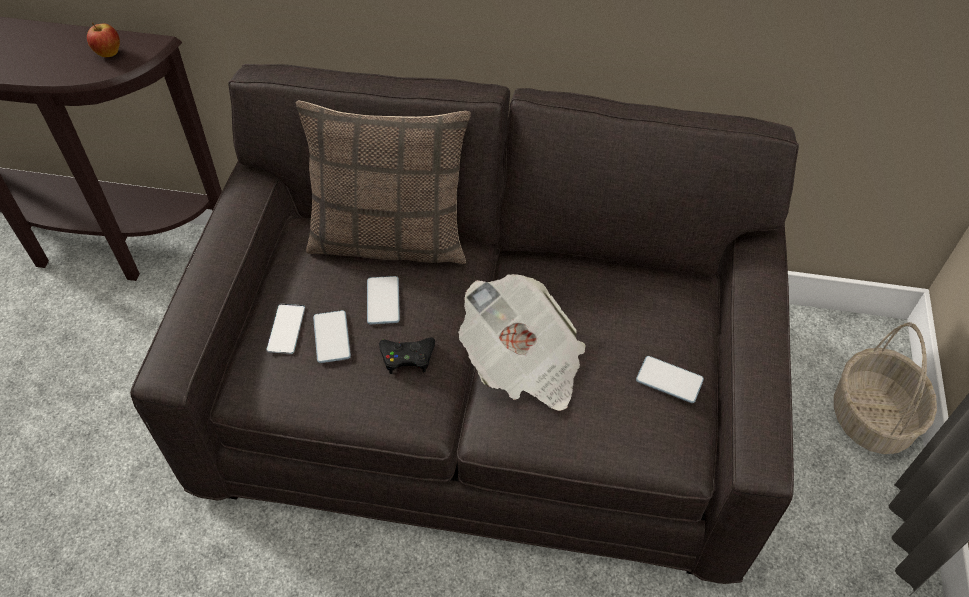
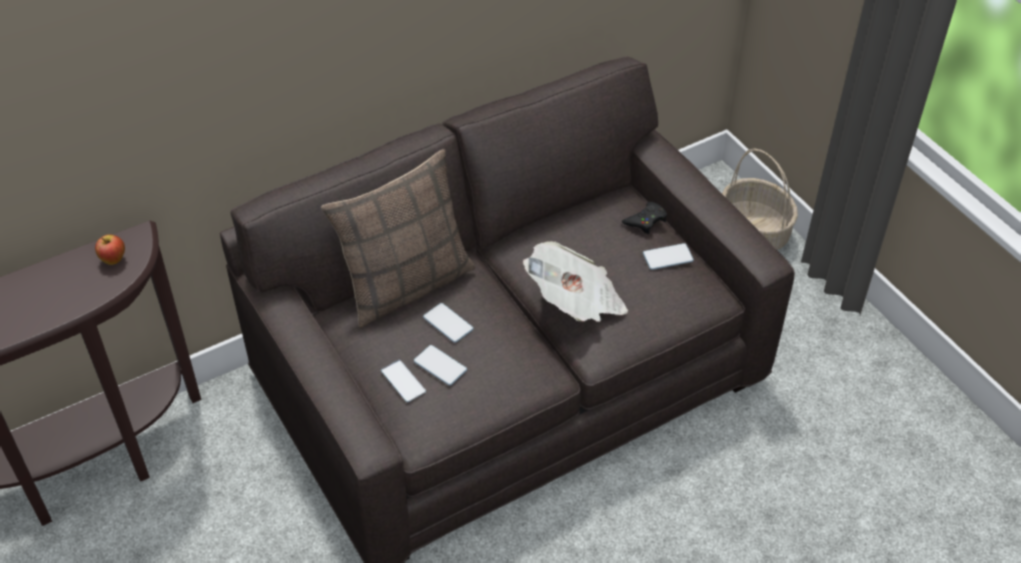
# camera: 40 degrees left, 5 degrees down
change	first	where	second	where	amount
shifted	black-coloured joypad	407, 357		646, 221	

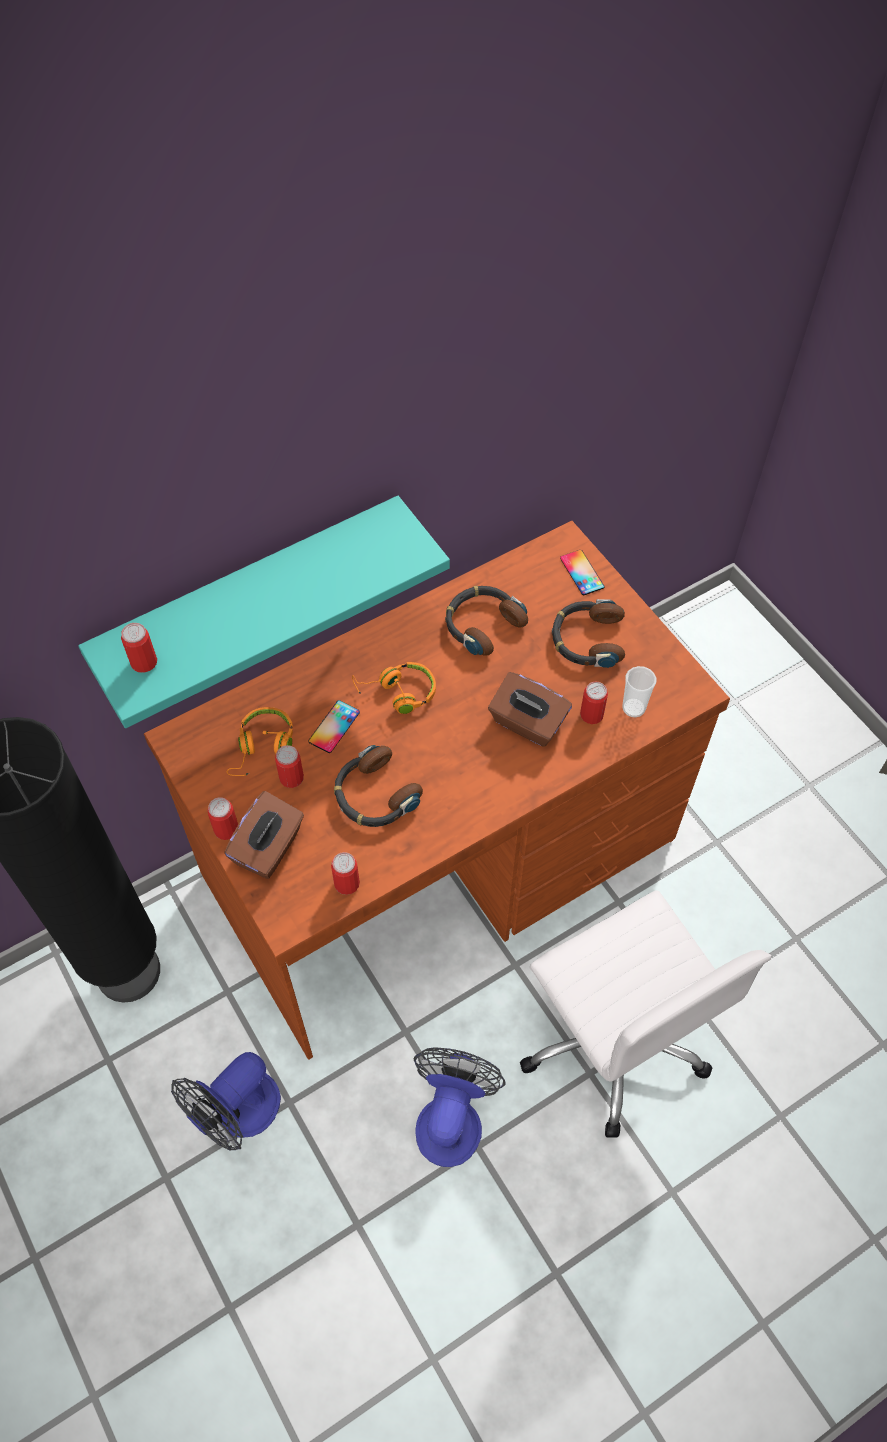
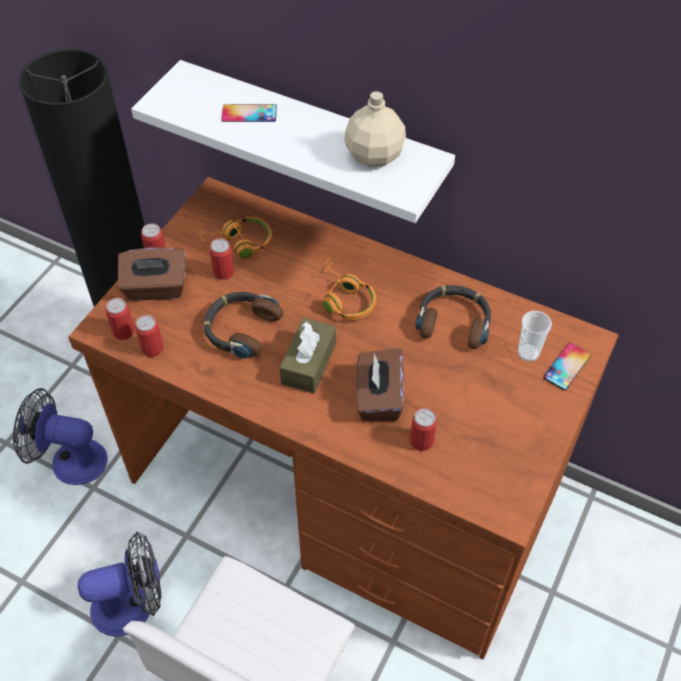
# camera: 60 degrees right, 5 degrees down
change	first	where	second	where	amount
repainted	turquoise-coloured shelf	250, 596	white shelf	312, 137	
shifted	metal can	144, 662		123, 331	
shifted	handset	334, 727		249, 113	
gone	headset	587, 639			
shifted	drinking cup	633, 708		528, 353	
new			brown-coloured tissue holder	308, 363	
new			beige beverage bottle	373, 155	

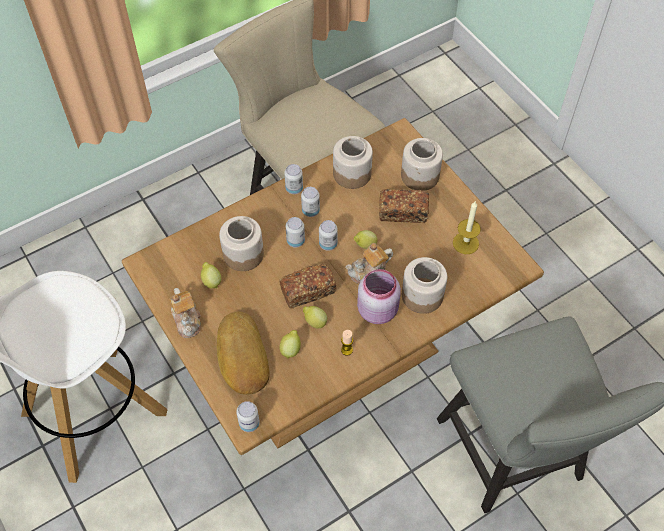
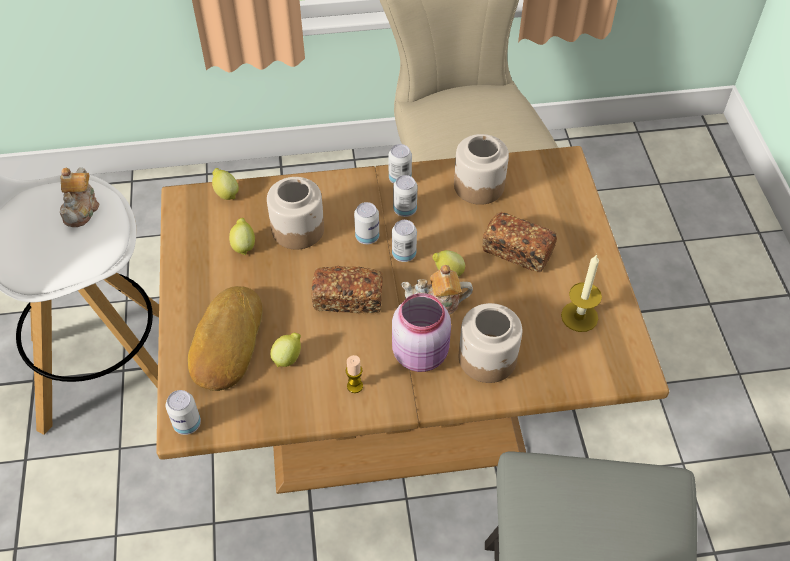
# camera: 25 degrees right, 5 degrees down
change	first	where	second	where	amount
shifted	pot for tea	187, 320		81, 209	
shifted	citrus fruit	314, 322		226, 193	
gone	storage jar	420, 175			

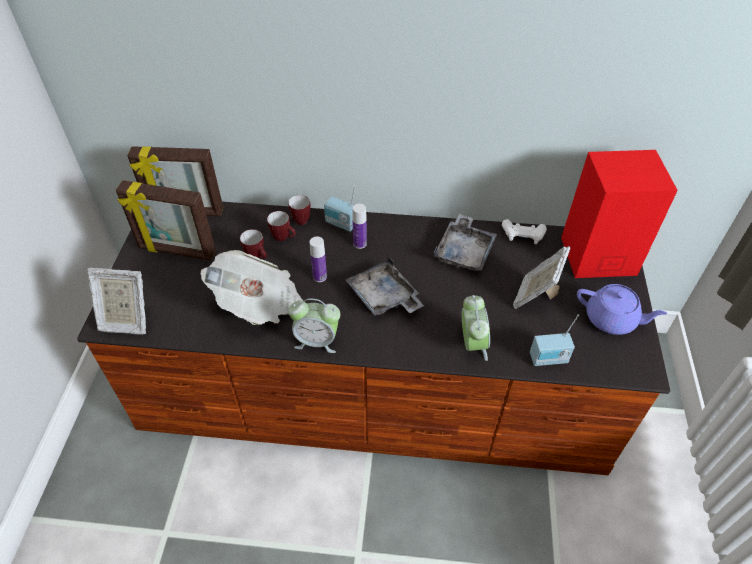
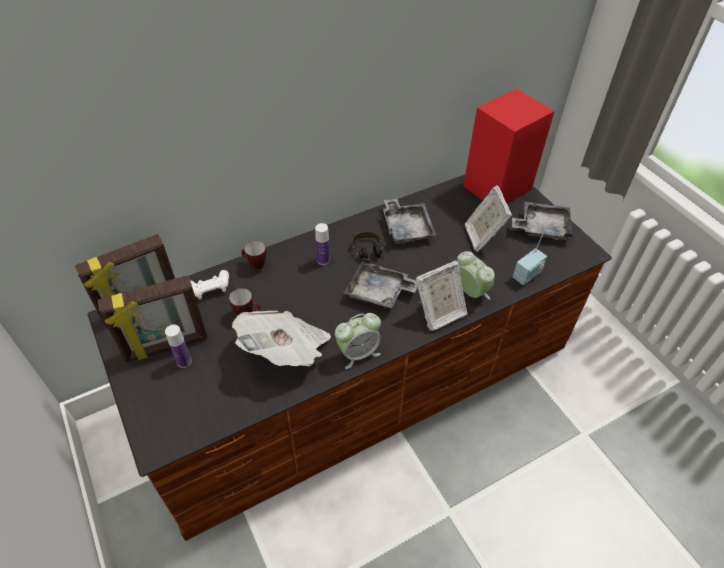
# camera: 35 degrees left, 0 degrees up
change	first	where	second	where	amount
shifted	standing frame	126, 320		439, 314	
gone	coffee mug	284, 238			
shifted	beverage bottle	319, 277		184, 361	
gone	radio receiver	340, 224			
shifted	white joypad	522, 235		210, 288	
swapped	purple pot for tea	612, 319	grey serving tray	542, 227	
new			headset	372, 255	

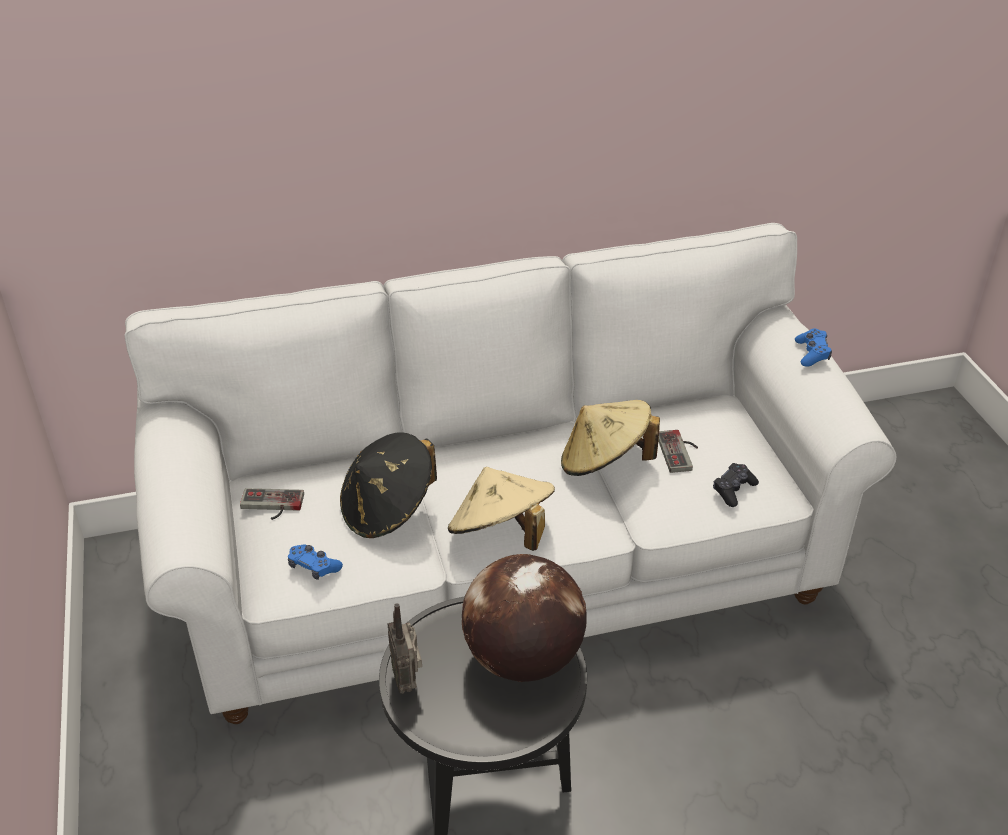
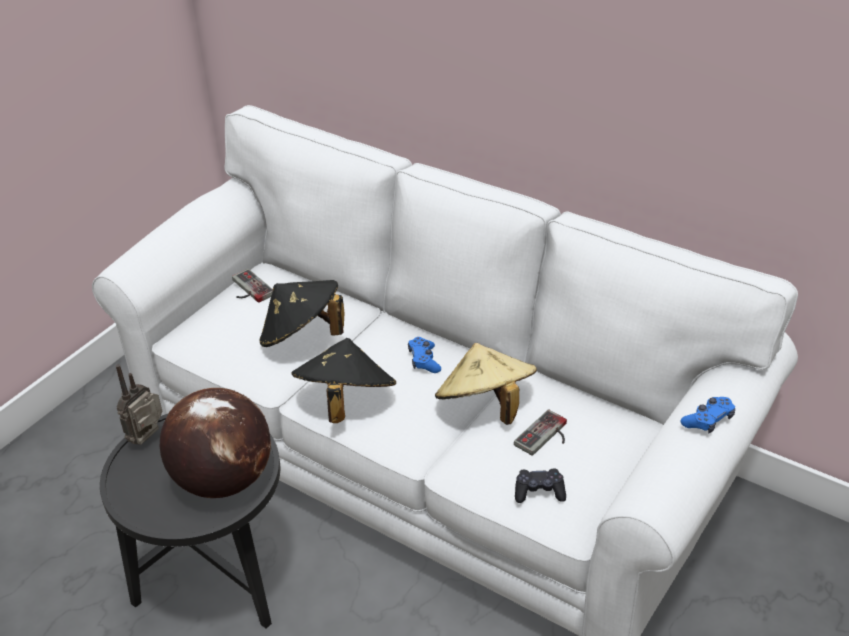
# camera: 50 degrees right, 0 degrees up
change	first	where	second	where	amount
shifted	blue-coloured joypad	313, 567		424, 360	
repainted	beige clothing hat	501, 534	black-coloured clothing hat	345, 402	

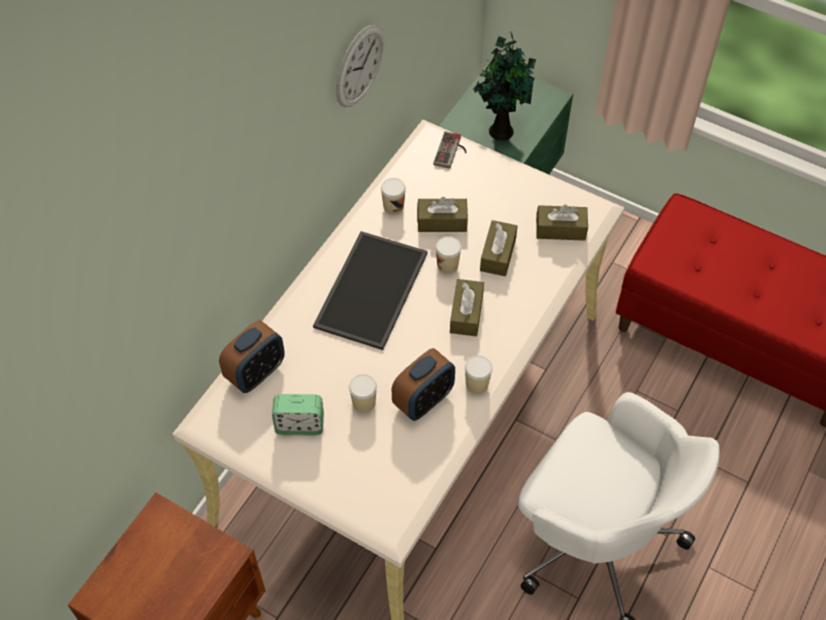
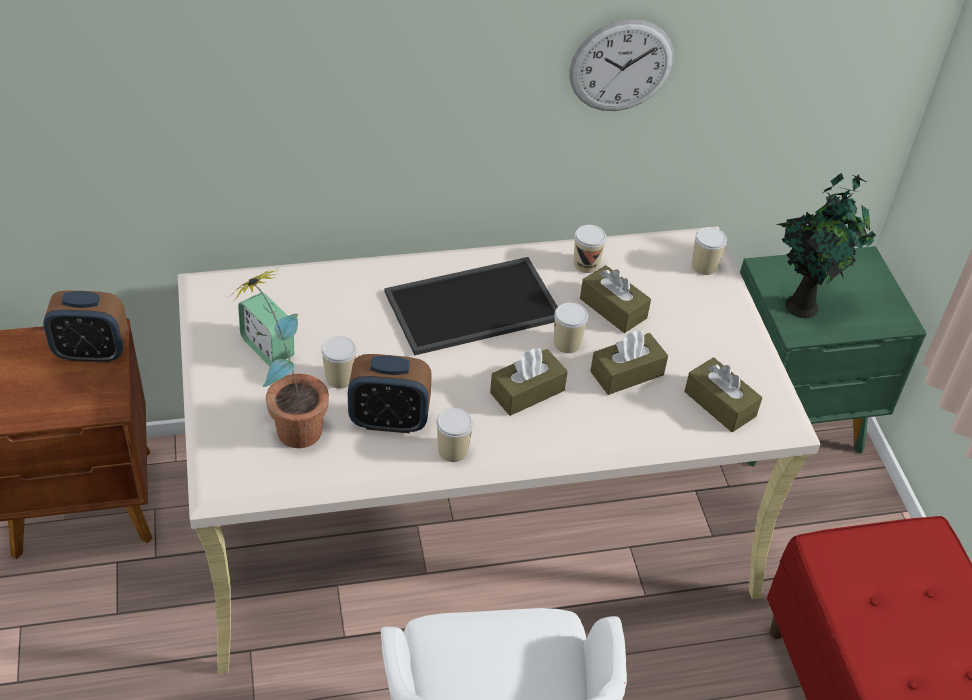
# camera: 45 degrees right, 10 degrees down
change	first	where	second	where	amount
shifted	table clock	256, 373		92, 352	
swapped	joypad	452, 152	drinking cup	704, 266	
new			plant in a pot	289, 423	

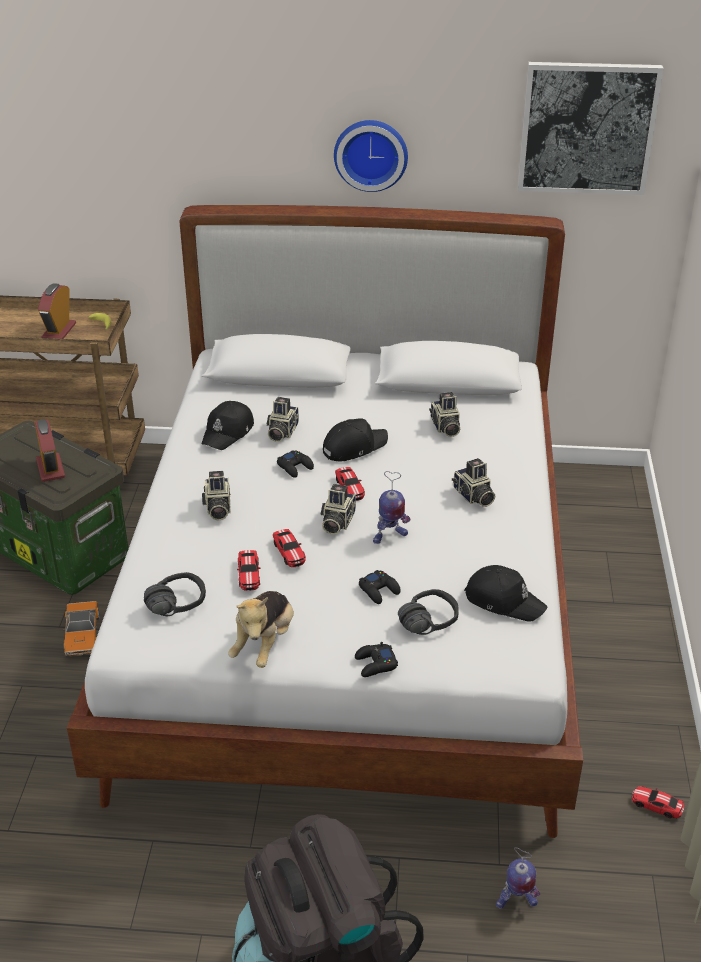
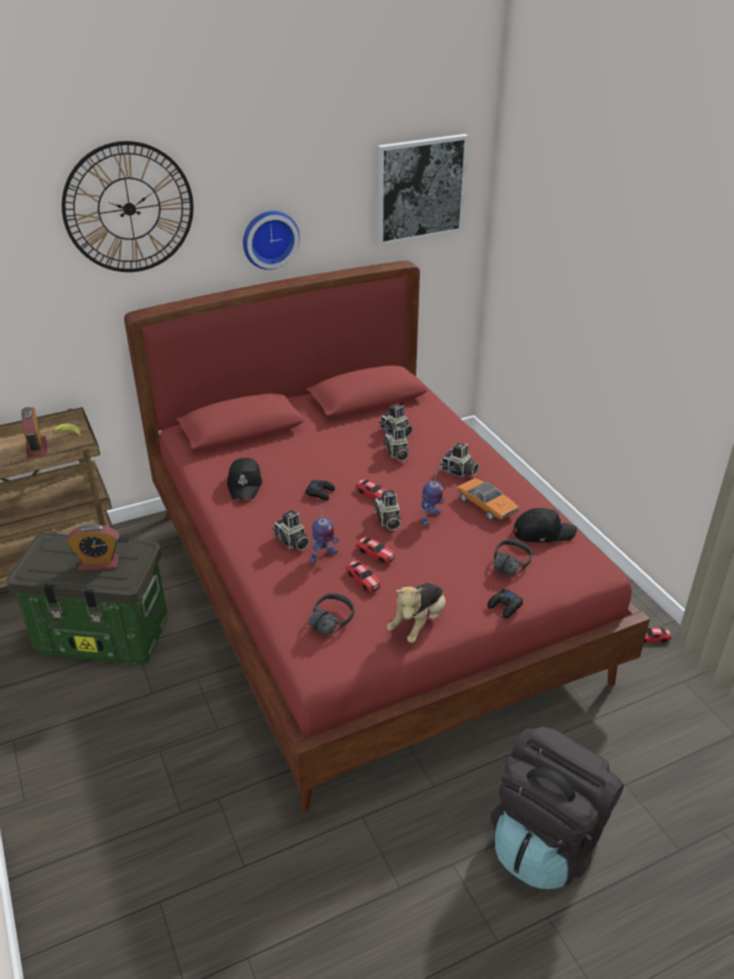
# camera: 30 degrees left, 0 degrees up
change	first	where	second	where	amount
rotated	table clock	50, 468		99, 563	135 degrees clockwise
shifted	miniature car	82, 635		487, 505	
repainted	white bed	352, 614	reddish bed	367, 594	
rotated	plush toy	264, 643		418, 623	45 degrees clockwise
shifted	photo camera	281, 432		396, 453	
gone	black-coloured cap	354, 447			
gone	black-coloured joypad	379, 590			
shifted	model robot	515, 902		322, 556	
new			wall clock	129, 208	

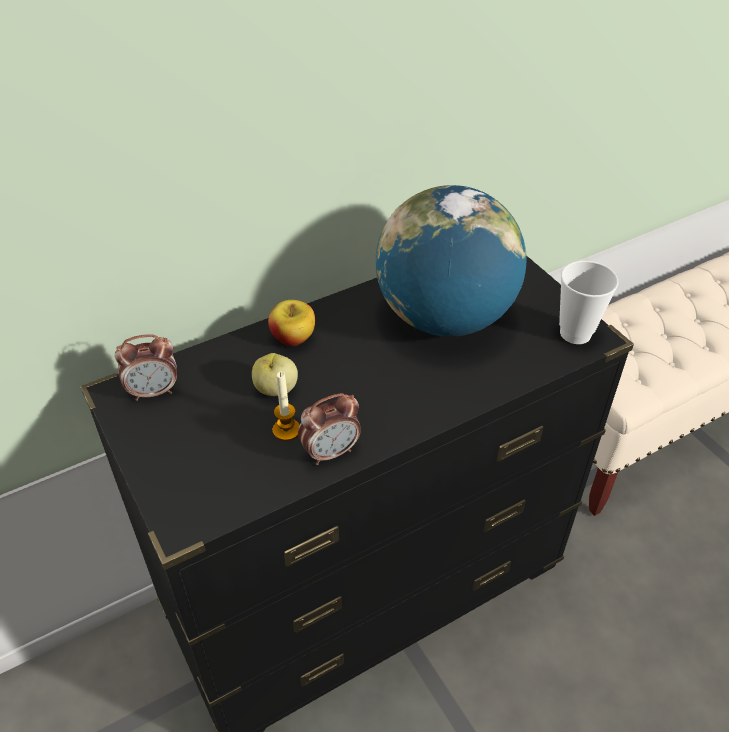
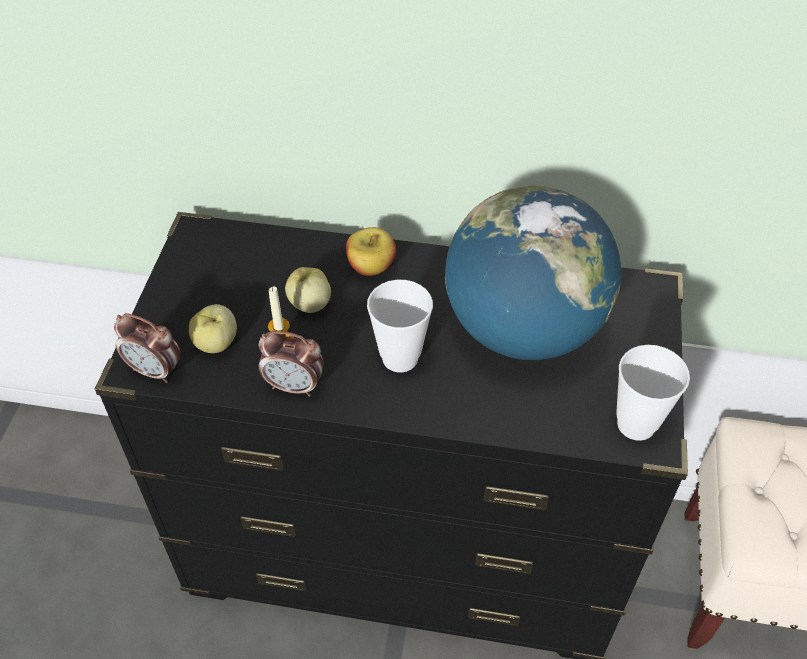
# camera: 40 degrees right, 5 degrees up
change	first	where	second	where	amount
shifted	table clock	154, 391		155, 371	
new			apple fruit	216, 343	
new			drinking cup	400, 358	

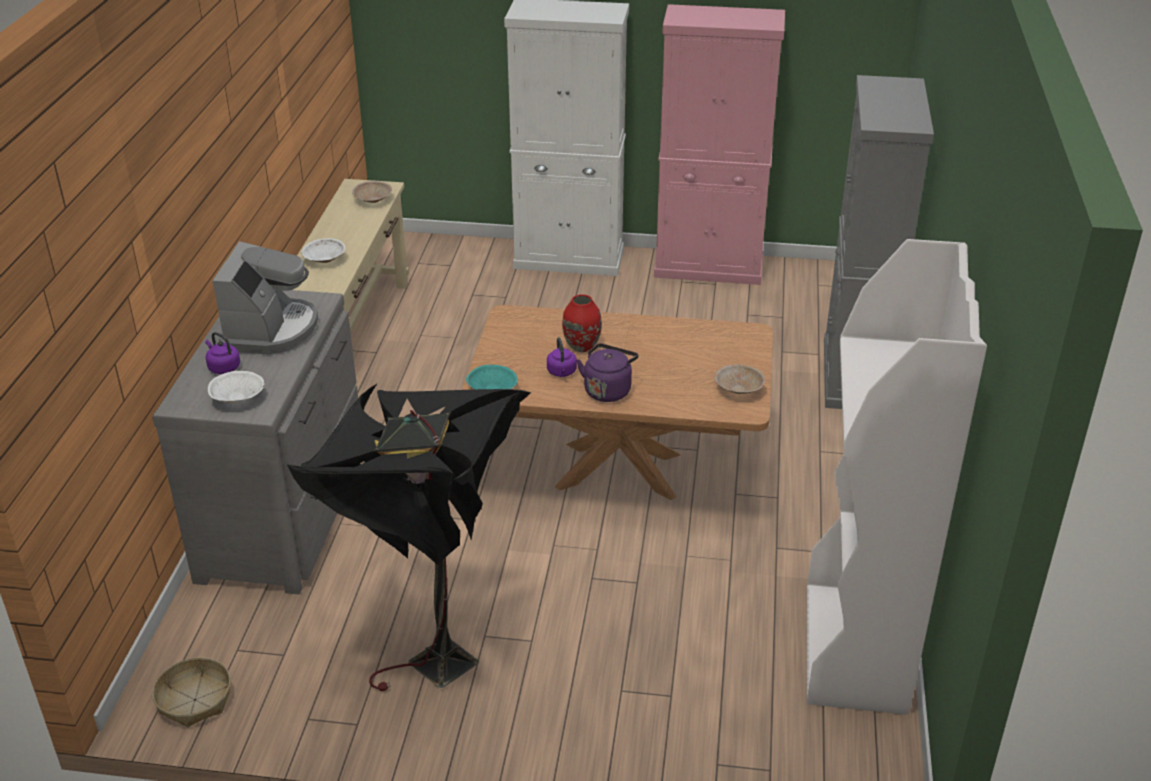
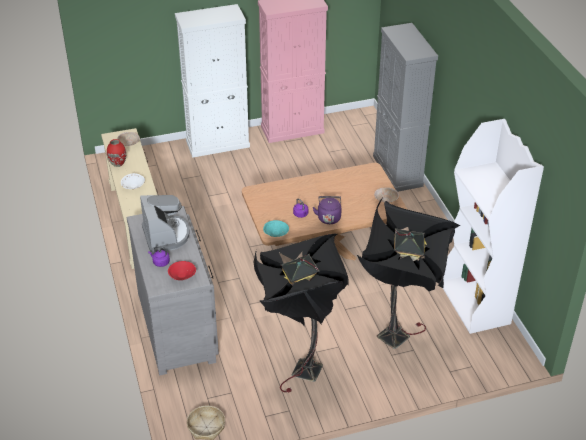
# camera: 25 degrees left, 5 degrees up
change	first	where	second	where	amount
repainted	white deep dish	238, 398	reddish deep dish	182, 275	
shifted	reddish flower vase	581, 346		117, 163	
new			black-coloured standard lamp	399, 341	

